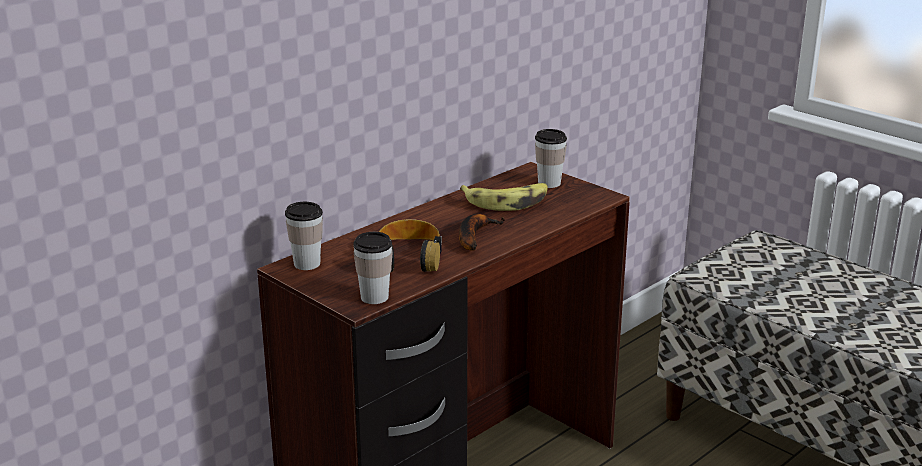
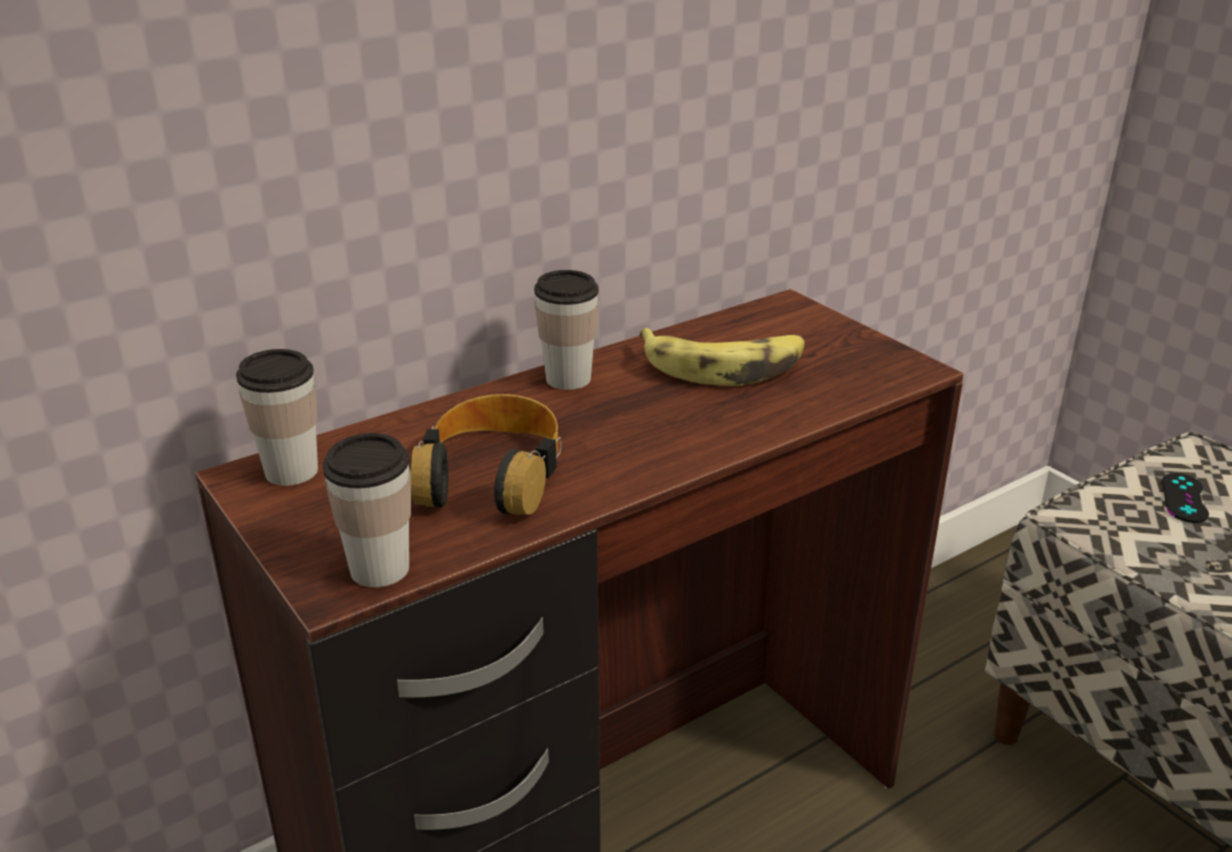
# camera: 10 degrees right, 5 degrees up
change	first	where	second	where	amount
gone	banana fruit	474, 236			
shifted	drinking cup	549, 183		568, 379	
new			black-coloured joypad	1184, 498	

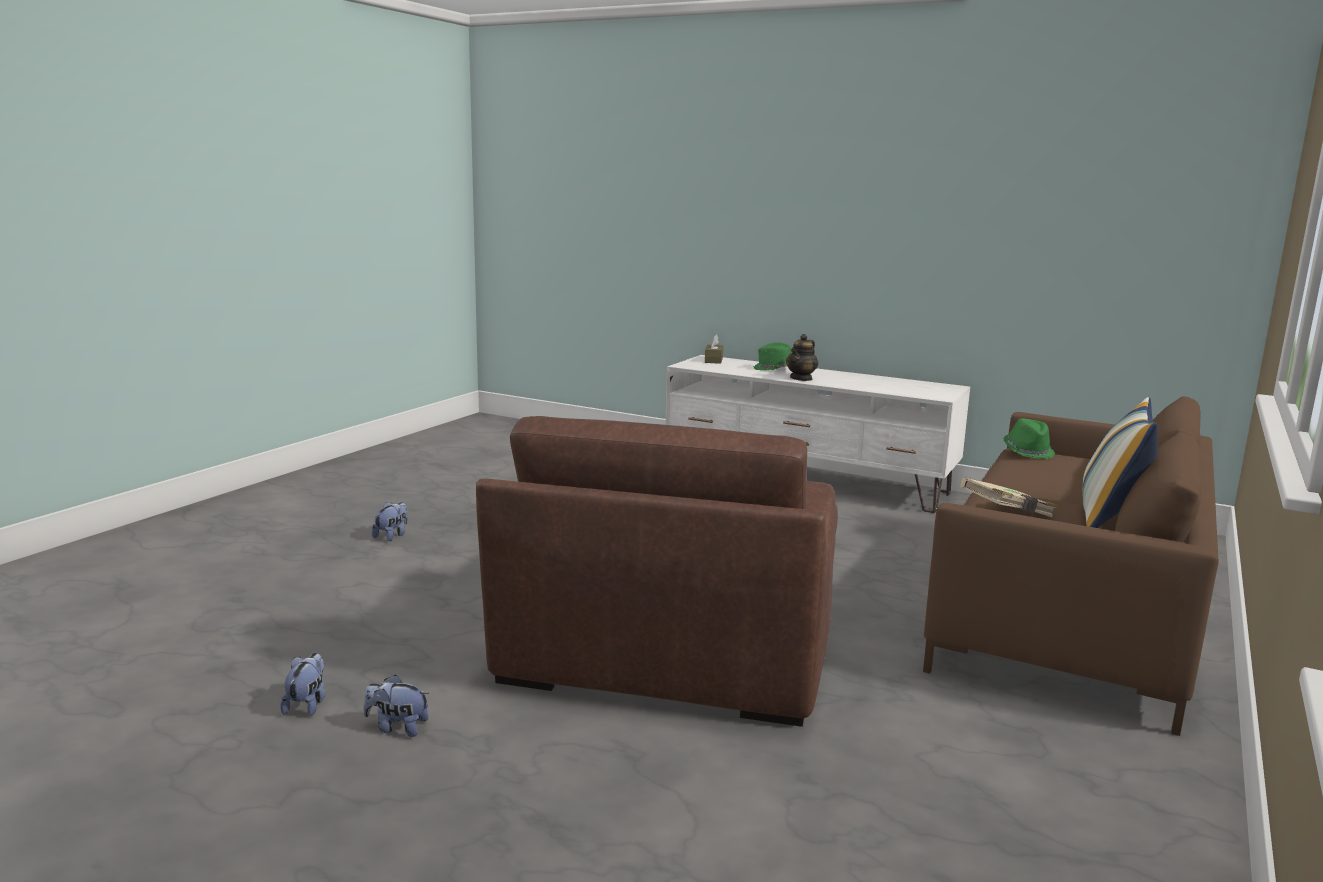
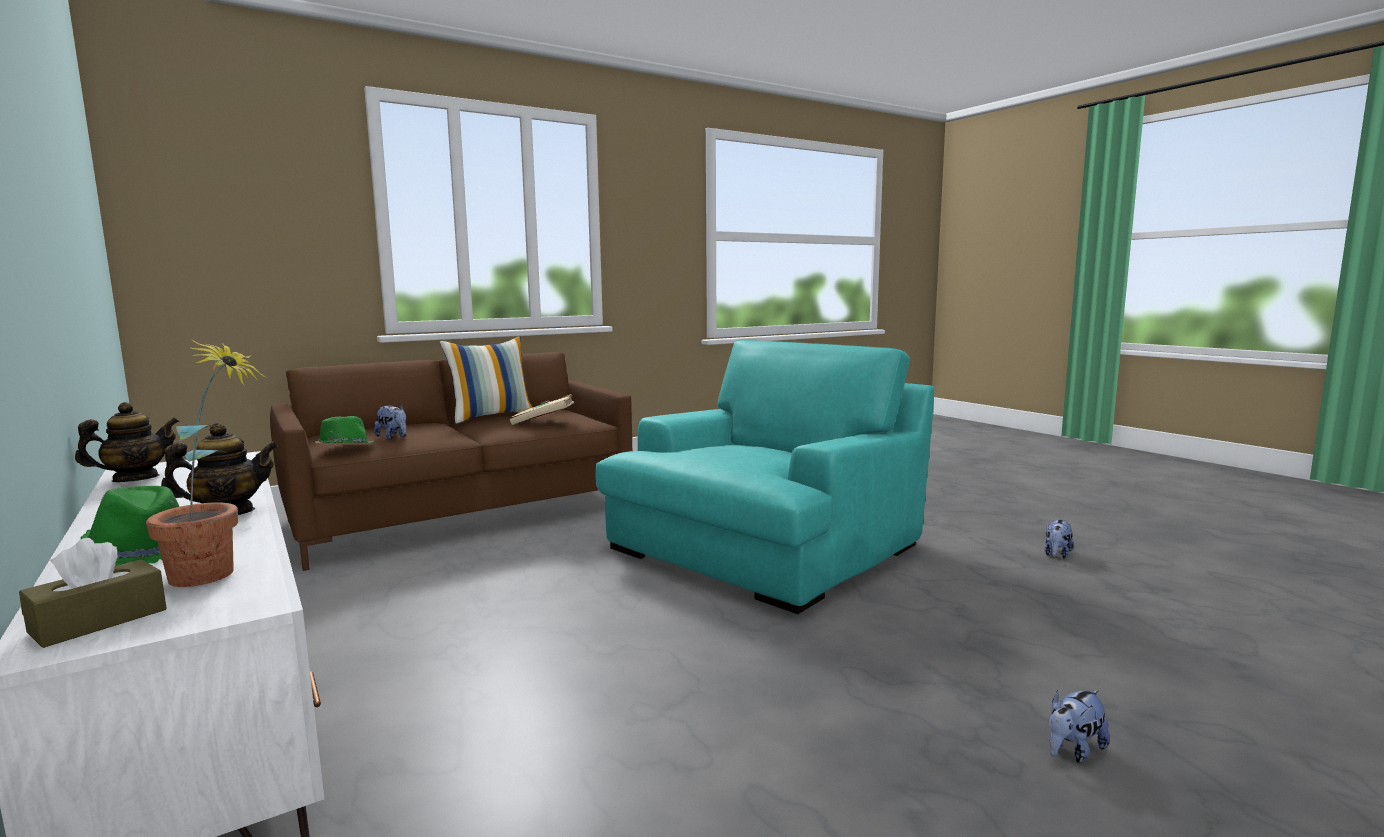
# camera: 150 degrees left, 5 degrees down
change	first	where	second	where	amount
shifted	plush toy	397, 728		393, 437	
repainted	brown-coloured armchair	673, 641	turquoise-coloured armchair	765, 545	
new			pot for tea	135, 479	
new			plant in a pot	218, 576	

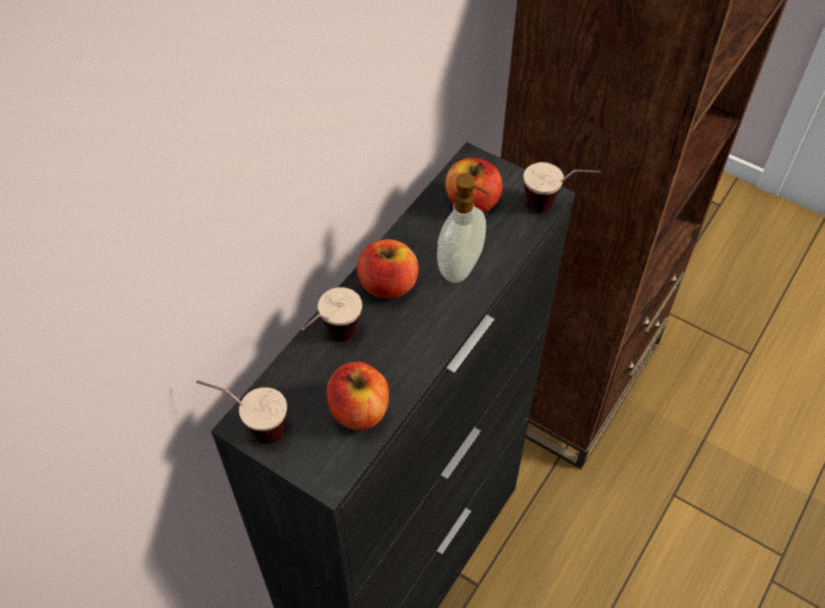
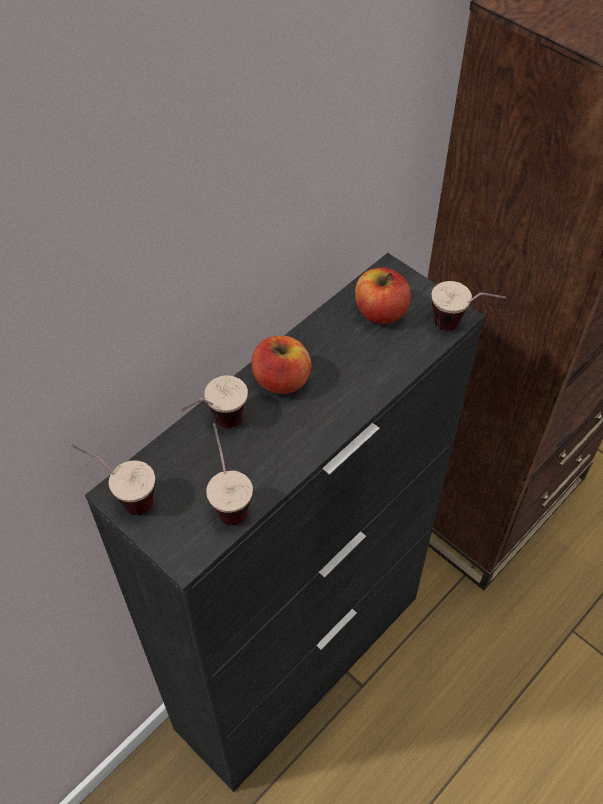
# camera: 10 degrees right, 0 degrees up
change	first	where	second	where	amount
swapped	apple fruit	359, 410	drinking cup	228, 497	
gone	soap dispenser	461, 267			

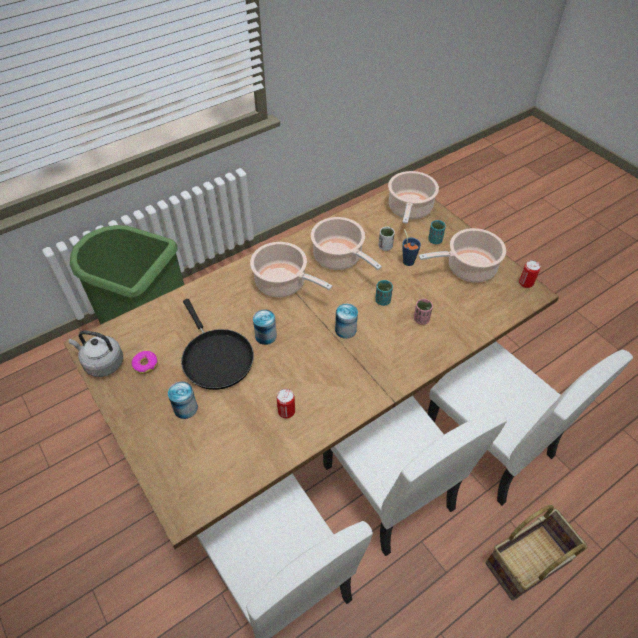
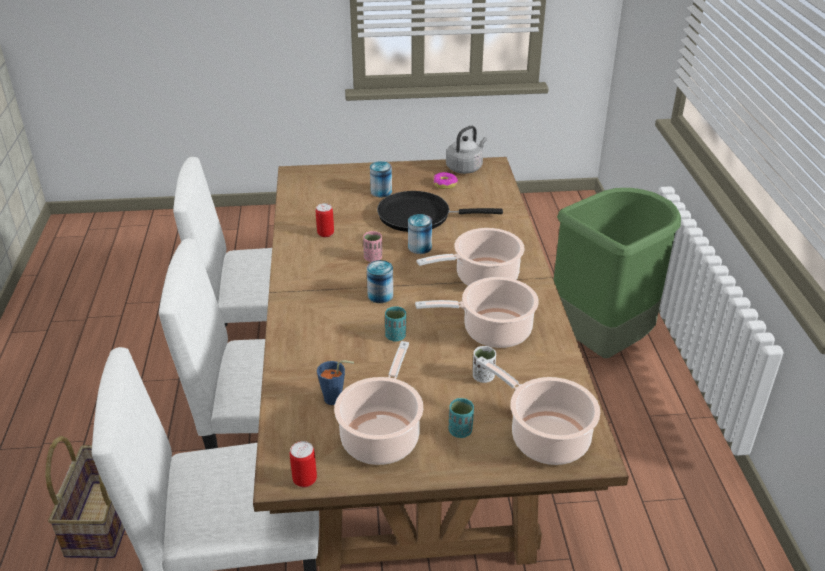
# camera: 120 degrees right, 15 degrees down
change	first	where	second	where	amount
shifted	blue-coloured drinking cup	407, 260		337, 399	
shifted	pinkish drinking cup	421, 319		373, 258	

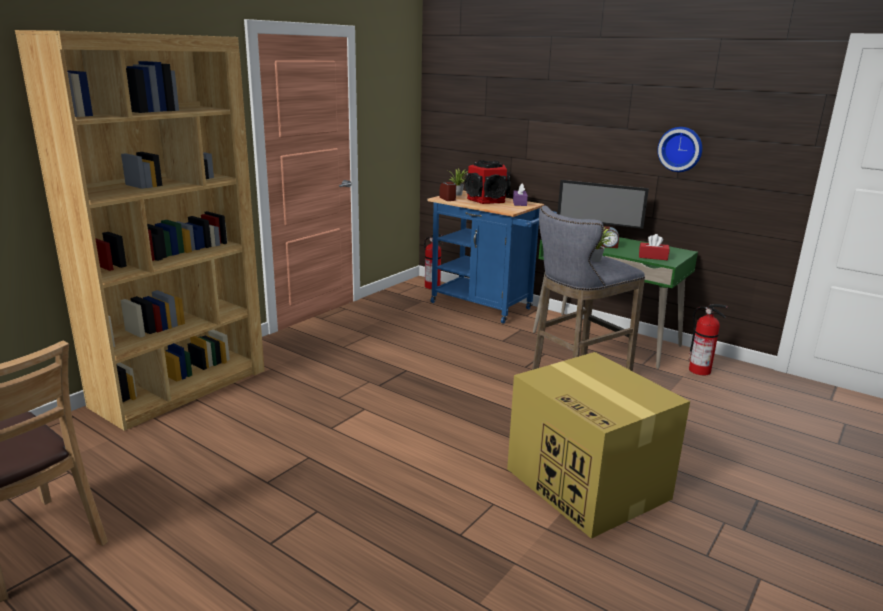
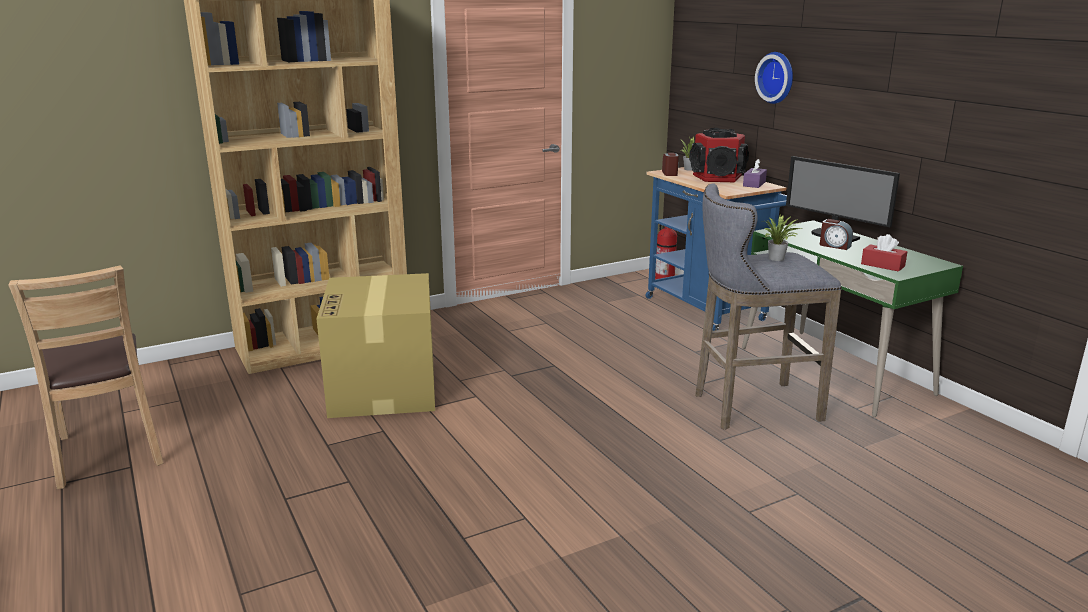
# camera: 25 degrees right, 0 degrees up
change	first	where	second	where	amount
shifted	carton	589, 484		384, 388	
shifted	wall clock	680, 149		777, 77	
gone	extinguisher	700, 371			

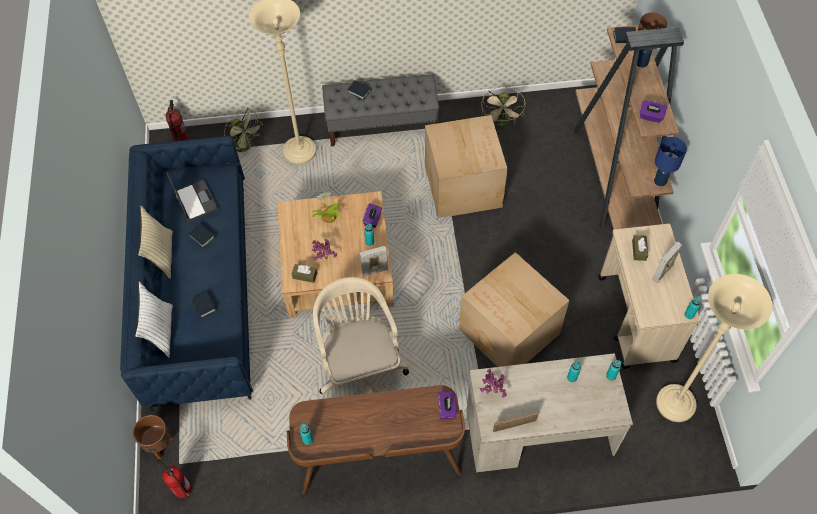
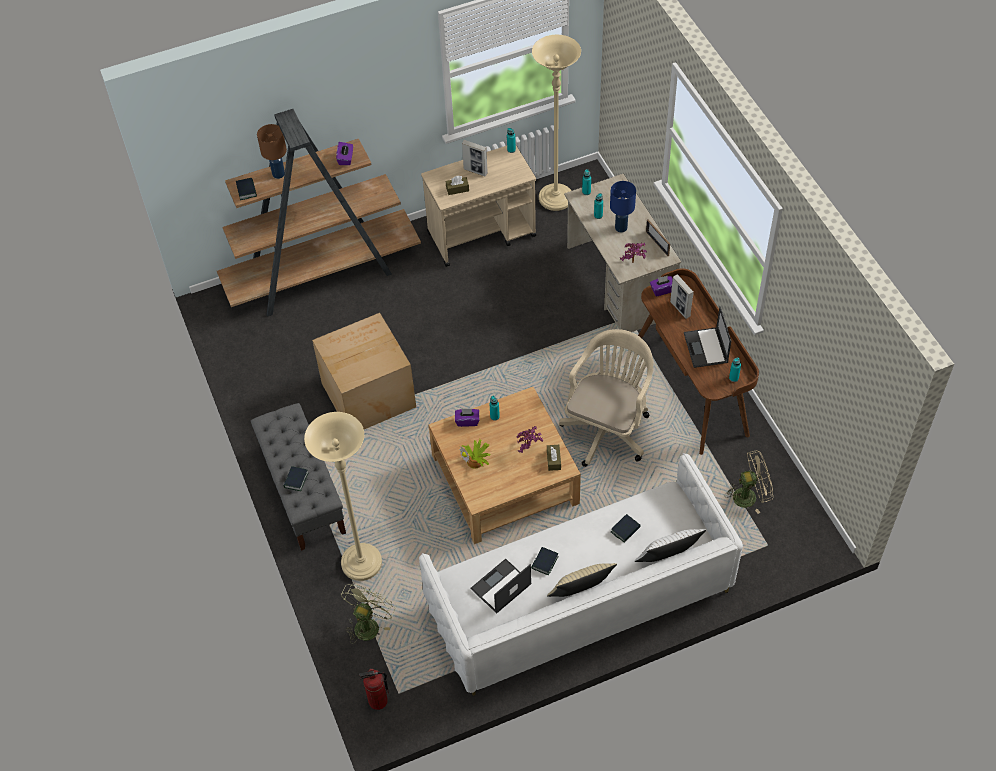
# camera: 105 degrees left, 5 degrees down
change	first	where	second	where	amount
repainted	blue-coloured couch	199, 291	white couch	578, 599	
gone	brown-coloured plant pot	160, 445			
gone	extinguisher	181, 488			
rotated	beige office chair	360, 366		608, 428	150 degrees clockwise
shifted	standing frame	374, 271		680, 309	
gone	carton	509, 333			
shifted	beige cooling fan	502, 123		749, 496	
shifted	blue-coloured tabletop lamp	659, 181		621, 228	
new			portable computer	706, 348	

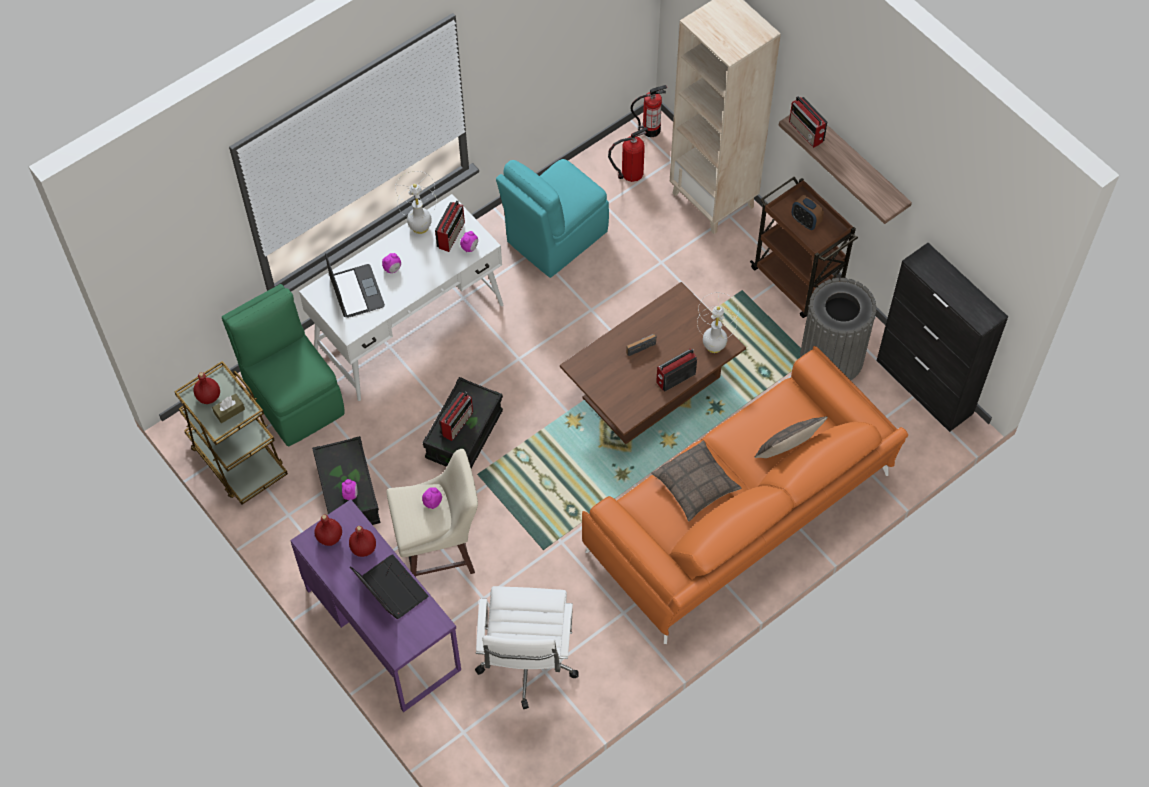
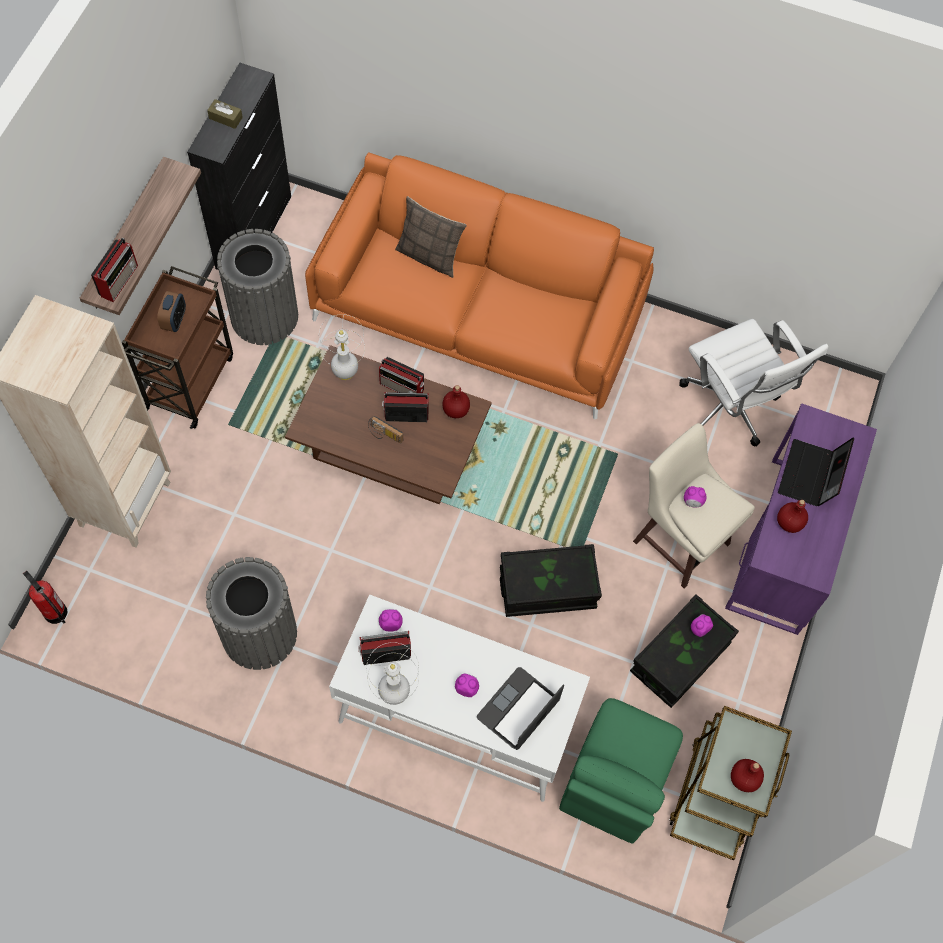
# camera: 125 degrees left, 5 degrees up
change	first	where	second	where	amount
shifted	brown-coloured tissue holder	229, 411		225, 118	
shifted	reddish beverage bottle	329, 537		456, 410	
shifted	radio receiver	457, 423		405, 414	
rotated	white office chair	527, 665		730, 409	90 degrees clockwise
swapped	turquoise-coloured upright chair	554, 238	grey waste bin	259, 634	
gone	extinguisher	630, 174			
gone	throw pillow	695, 485			

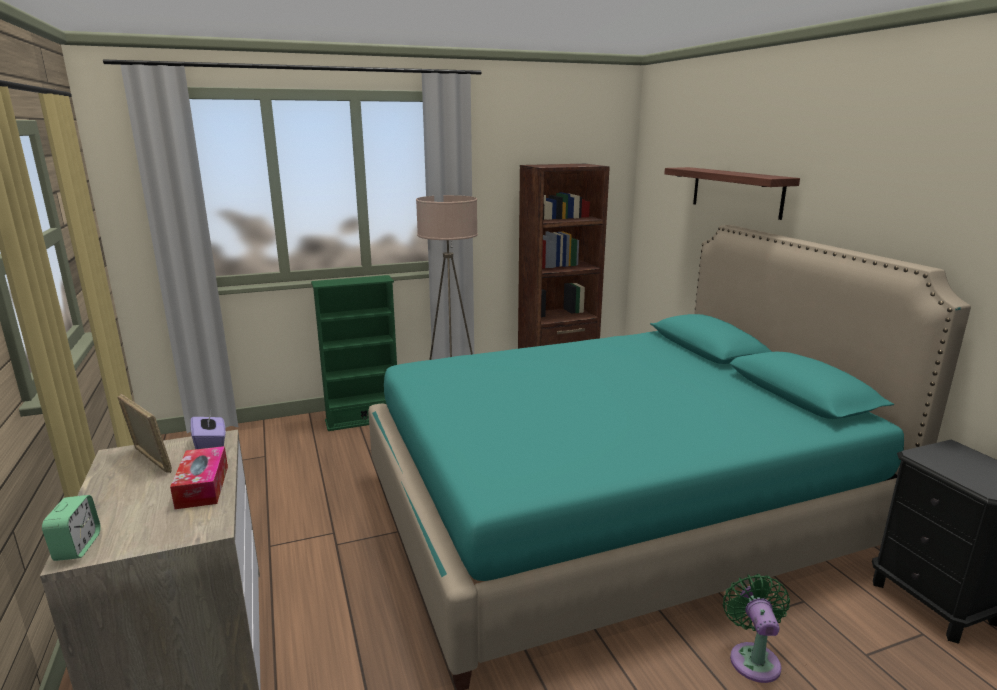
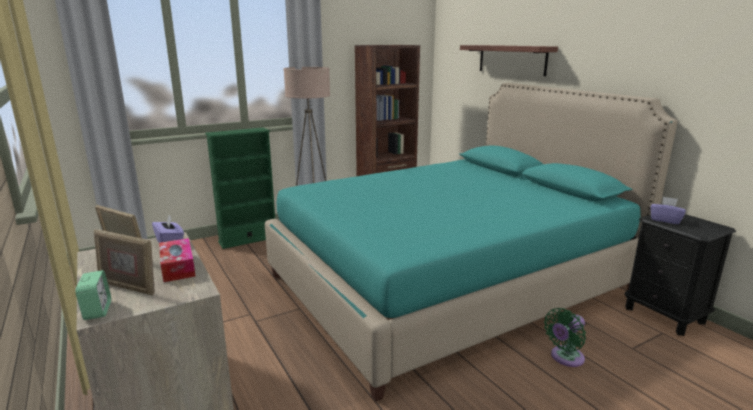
# camera: 10 degrees left, 0 degrees up
change	first	where	second	where	amount
rotated	greenish cooling fan	753, 658		565, 358	120 degrees counterclockwise
new			standing frame	128, 287	
new			purple tissue holder	665, 220	

